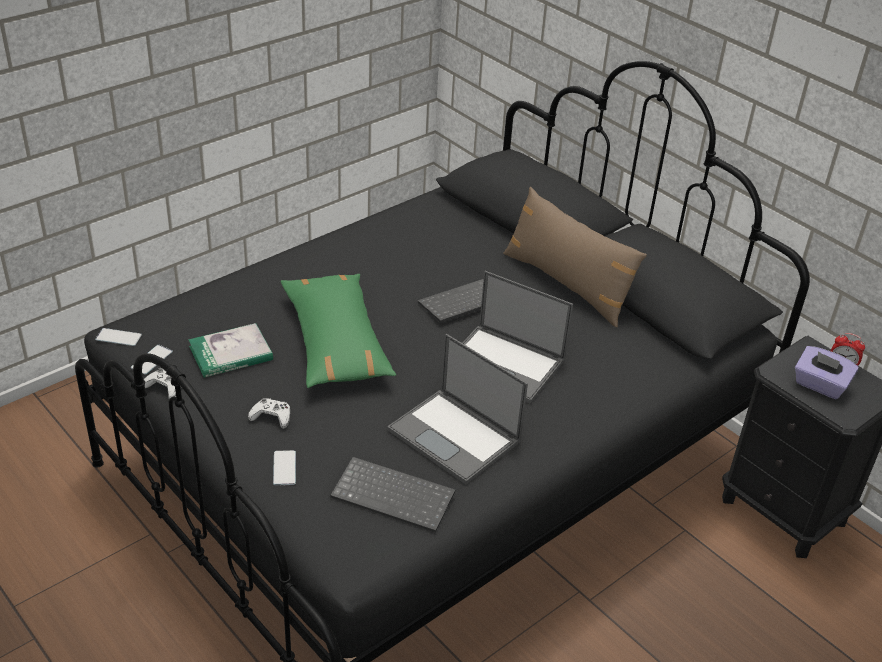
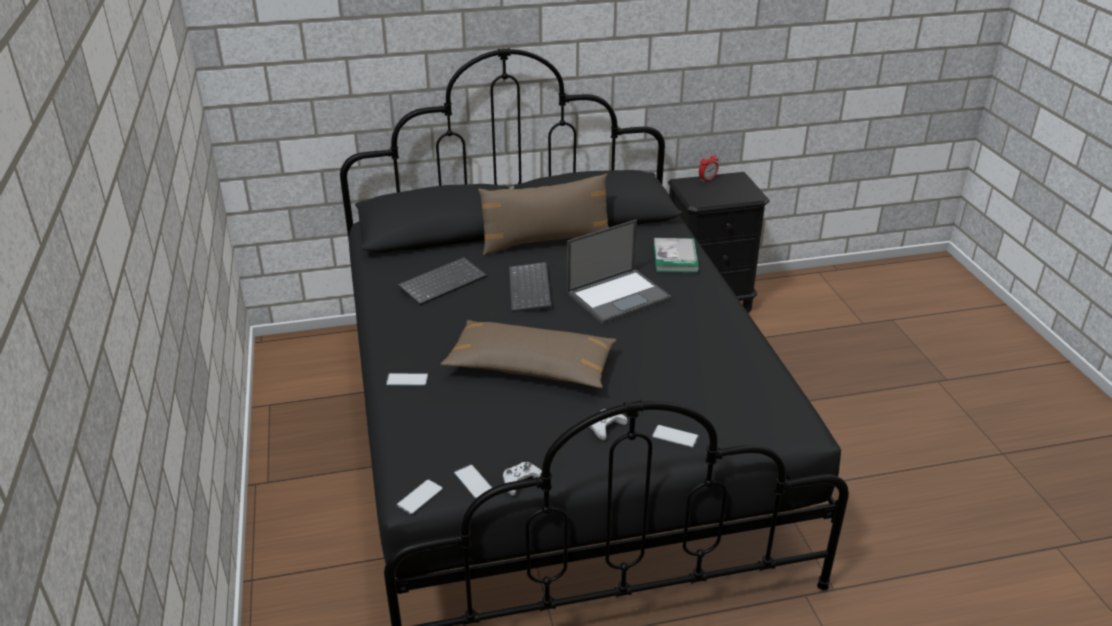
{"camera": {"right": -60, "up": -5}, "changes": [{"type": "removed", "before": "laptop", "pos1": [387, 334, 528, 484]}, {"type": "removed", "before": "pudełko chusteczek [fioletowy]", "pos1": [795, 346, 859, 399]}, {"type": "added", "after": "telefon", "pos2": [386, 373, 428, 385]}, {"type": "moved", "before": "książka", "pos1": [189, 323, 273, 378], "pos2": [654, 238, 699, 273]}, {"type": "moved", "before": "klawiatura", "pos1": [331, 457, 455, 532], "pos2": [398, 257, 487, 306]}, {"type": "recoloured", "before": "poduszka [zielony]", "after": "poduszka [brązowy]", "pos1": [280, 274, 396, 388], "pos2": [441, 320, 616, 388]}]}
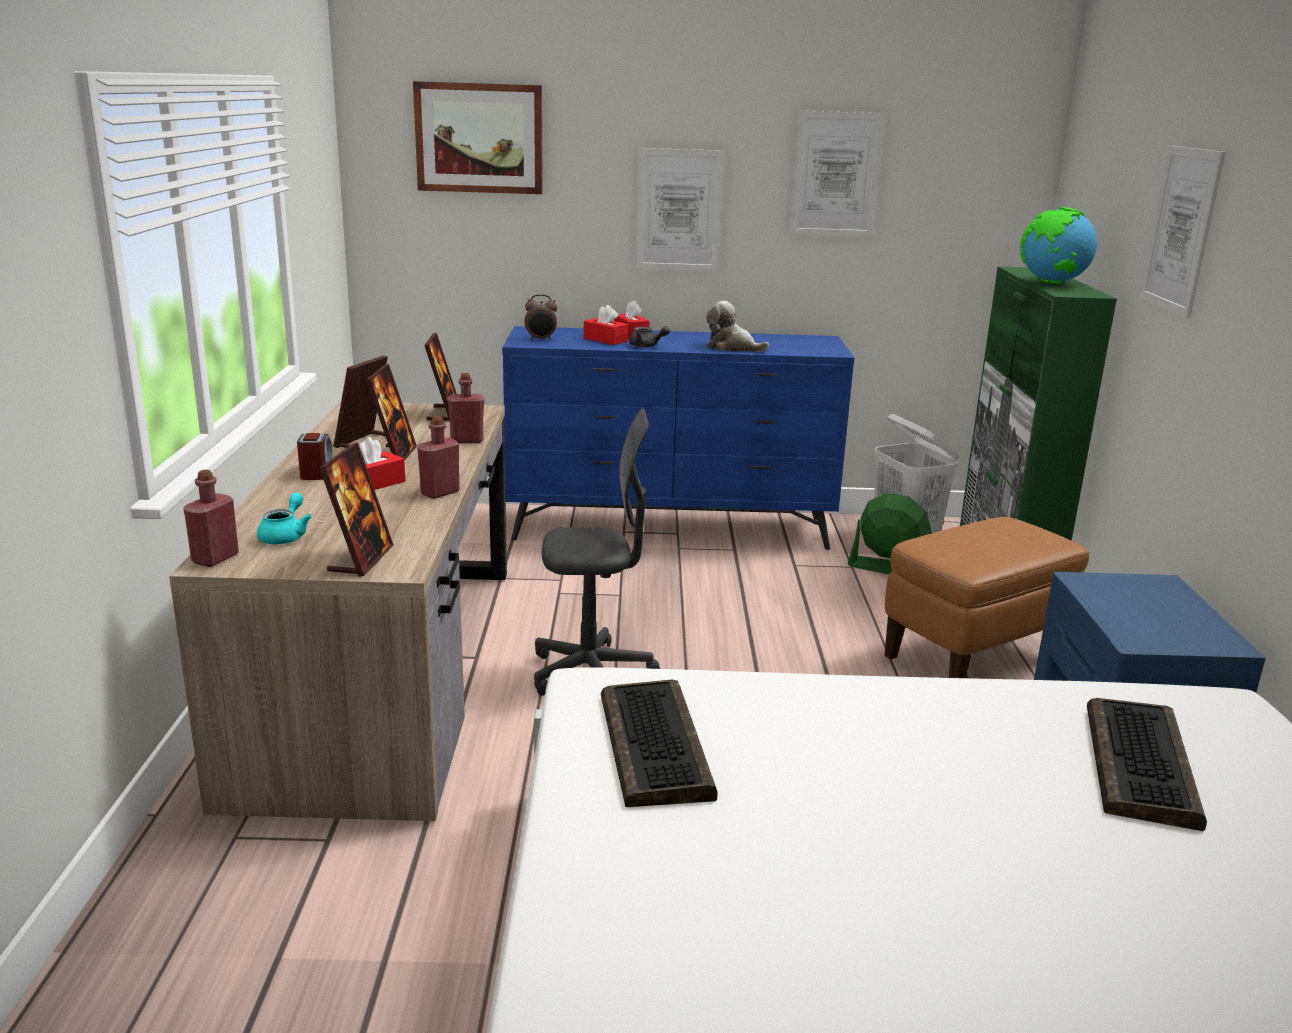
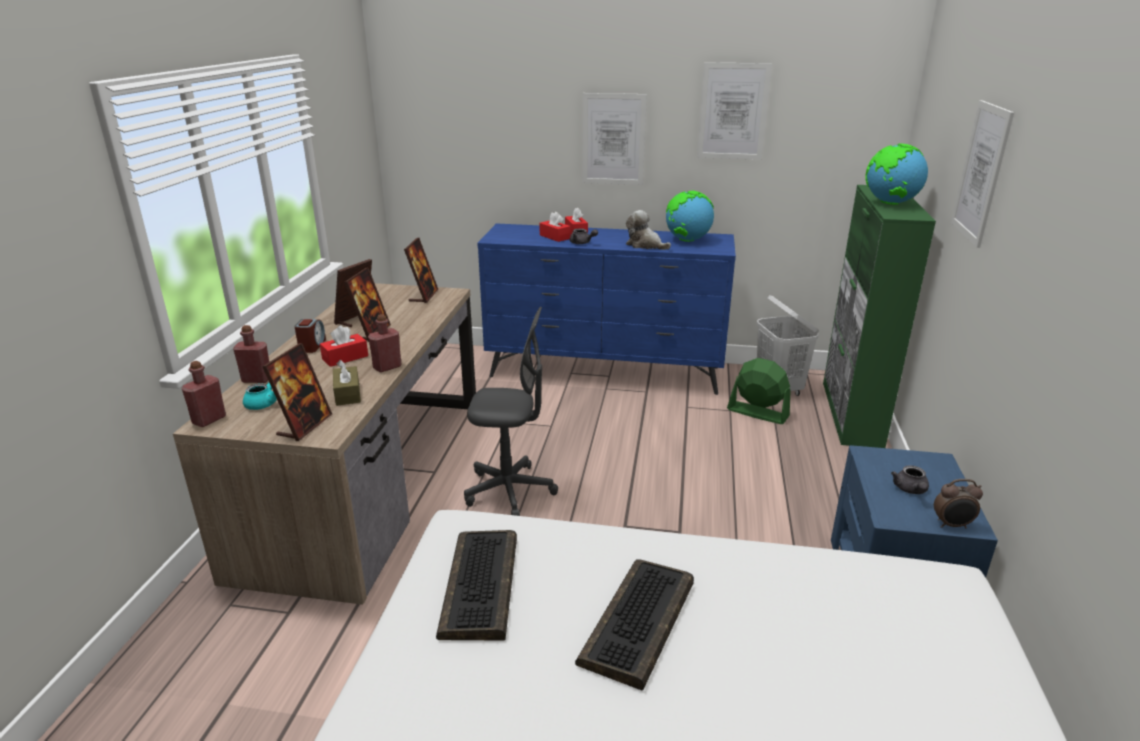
{"camera": {"right": 10, "up": 5}, "changes": [{"type": "removed", "before": "obraz", "pos1": [413, 81, 543, 194]}, {"type": "removed", "before": "pufa [brązowy]", "pos1": [885, 517, 1089, 678]}, {"type": "added", "after": "pudełko chusteczek [brązowy]", "pos2": [333, 360, 361, 406]}, {"type": "added", "after": "globus", "pos2": [666, 191, 714, 242]}, {"type": "added", "after": "imbryk [szary]", "pos2": [891, 465, 929, 494]}, {"type": "moved", "before": "butelka [czerwony]", "pos1": [447, 373, 484, 443], "pos2": [233, 325, 269, 383]}, {"type": "moved", "before": "budzik", "pos1": [524, 294, 557, 341], "pos2": [934, 479, 983, 528]}, {"type": "moved", "before": "klawiatura", "pos1": [1087, 698, 1207, 831], "pos2": [575, 559, 694, 690]}]}
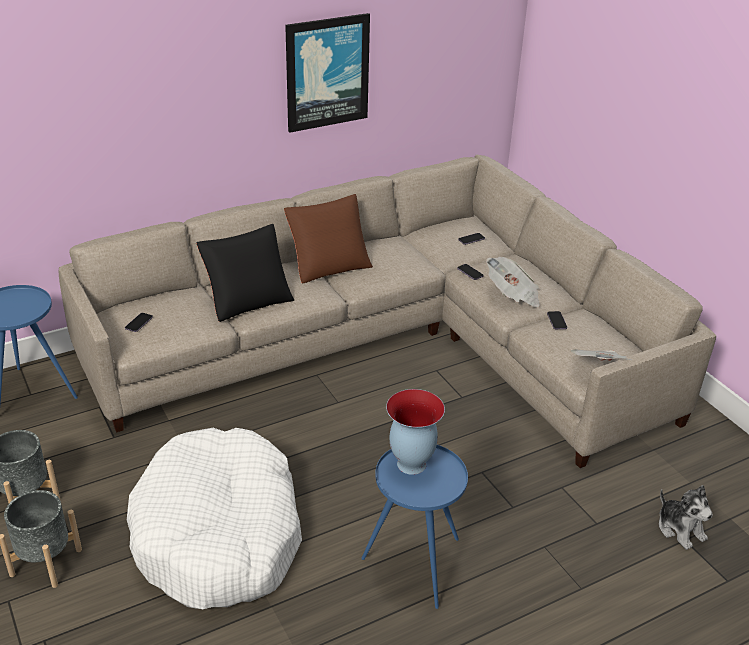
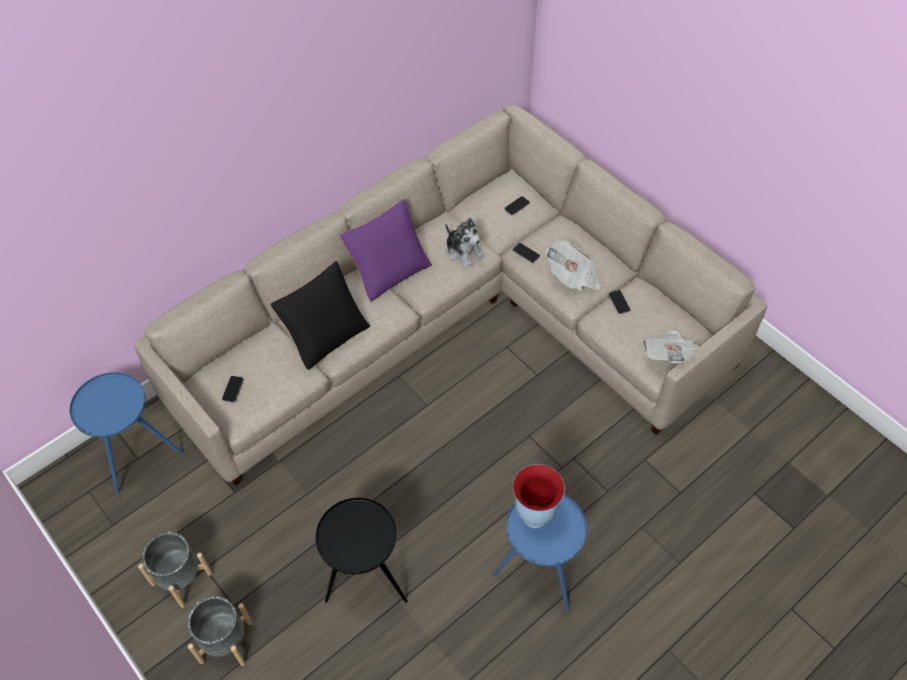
{"camera": {"right": -10, "up": 20}, "changes": [{"type": "removed", "before": "obraz", "pos1": [285, 13, 370, 133]}, {"type": "moved", "before": "pluszak", "pos1": [659, 485, 713, 550], "pos2": [445, 218, 485, 268]}, {"type": "replaced", "before": "legowisko [biały]", "after": "stolik [czarny]", "pos1": [127, 428, 302, 609], "pos2": [316, 498, 408, 603]}, {"type": "recoloured", "before": "poduszka [brązowy]", "after": "poduszka [fioletowy]", "pos1": [284, 194, 373, 284], "pos2": [340, 199, 432, 302]}]}
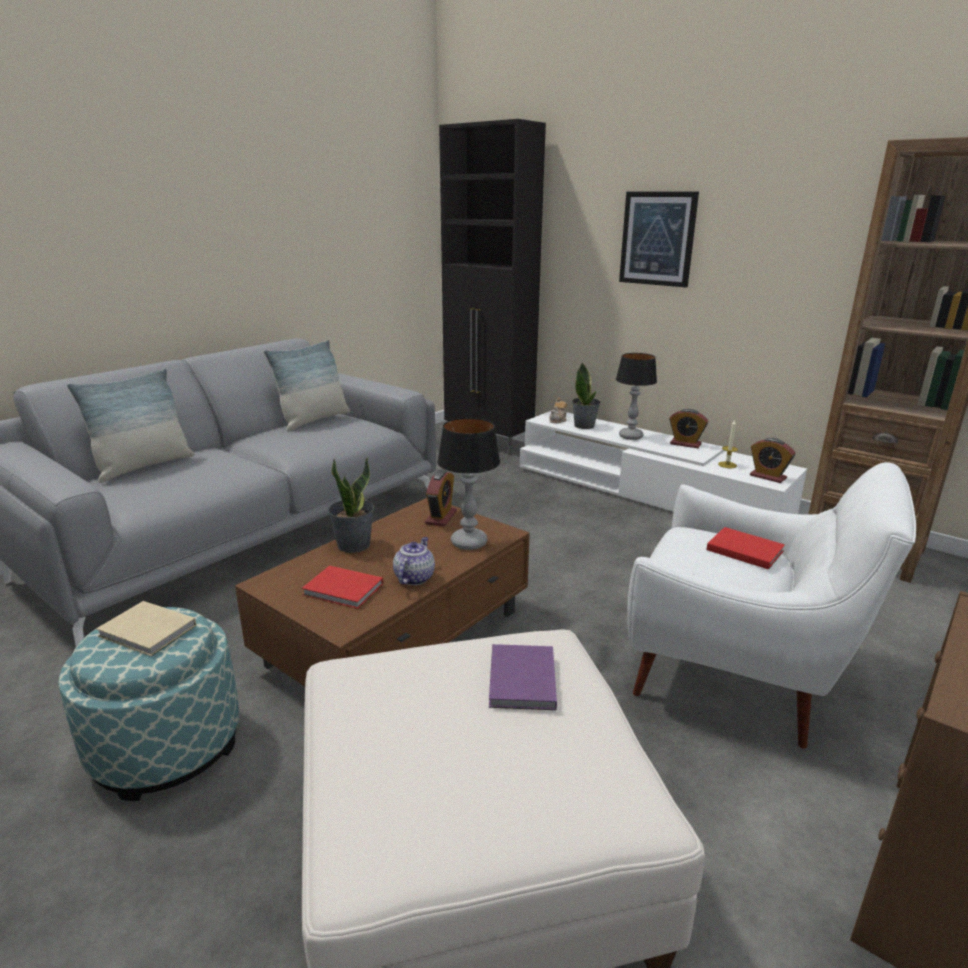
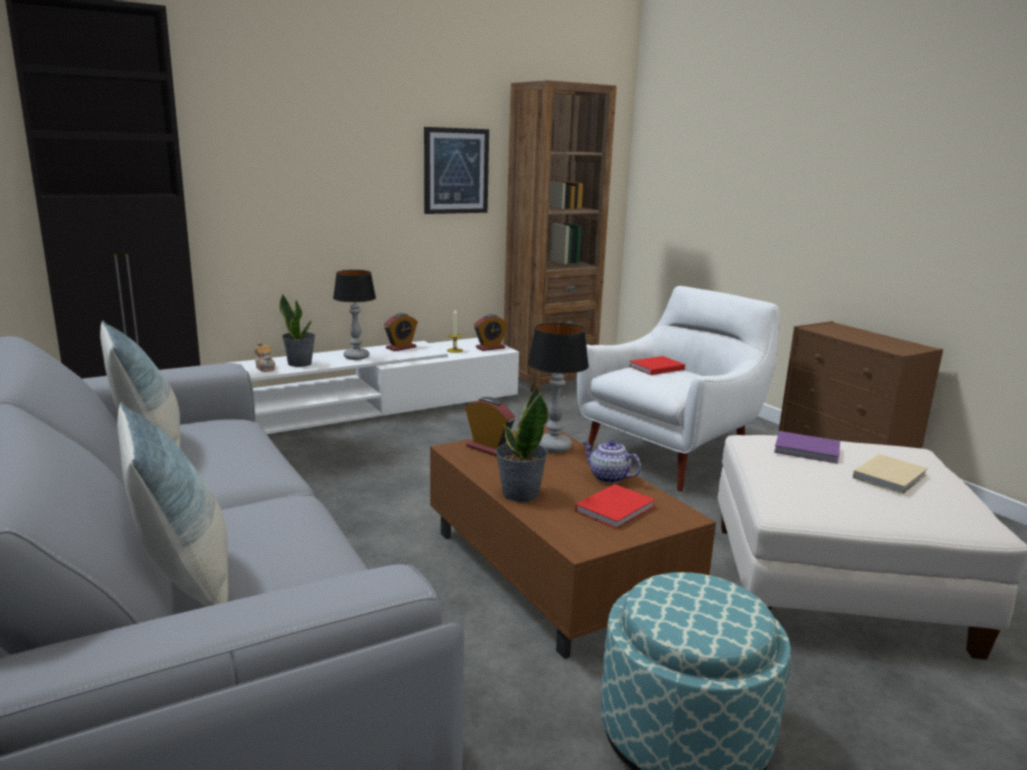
{"camera": {"right": -70, "up": -5}, "changes": [{"type": "moved", "before": "książka [beżowy]", "pos1": [96, 601, 196, 656], "pos2": [853, 454, 928, 494]}, {"type": "moved", "before": "obraz", "pos1": [619, 191, 699, 287], "pos2": [424, 127, 489, 214]}]}
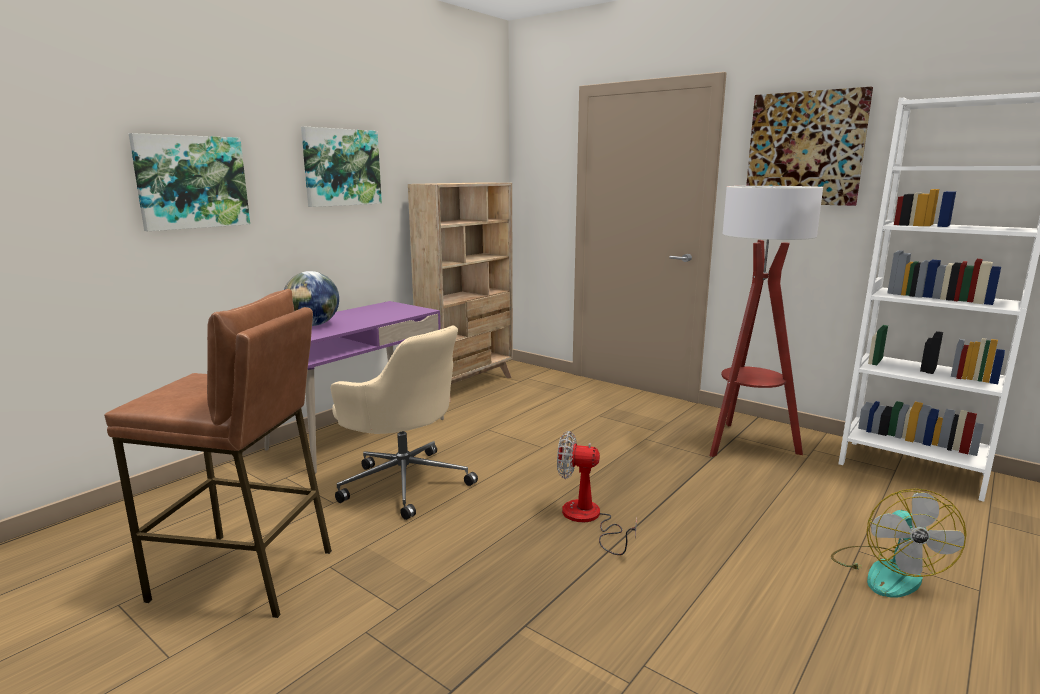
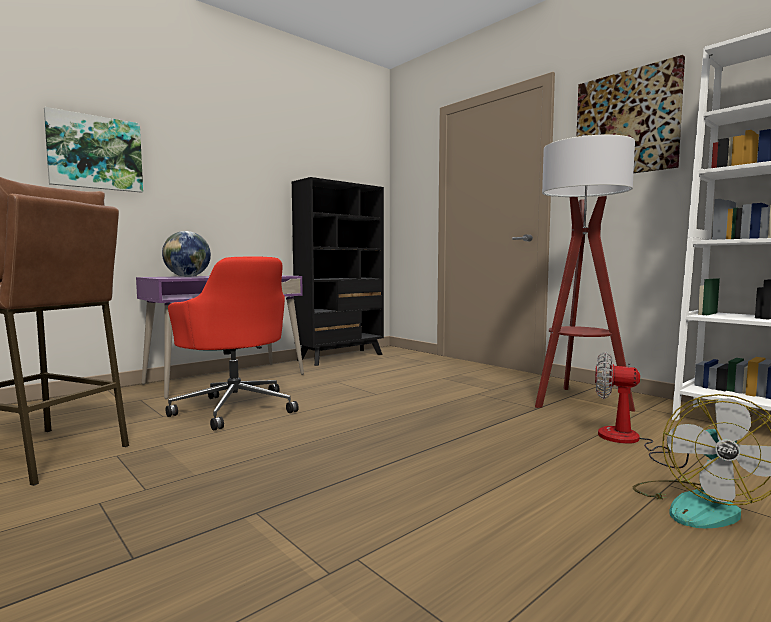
{"camera": {"right": 10, "up": -10}, "changes": [{"type": "removed", "before": "obraz", "pos1": [301, 127, 382, 207]}, {"type": "moved", "before": "wentylator", "pos1": [557, 431, 637, 555], "pos2": [595, 352, 700, 468]}, {"type": "recoloured", "before": "krzesło biurowe [beżowy]", "after": "krzesło biurowe [czerwony]", "pos1": [331, 326, 478, 520], "pos2": [166, 256, 299, 431]}, {"type": "recoloured", "before": "regał [beżowy]", "after": "regał [czarny]", "pos1": [408, 182, 513, 402], "pos2": [292, 177, 384, 366]}]}
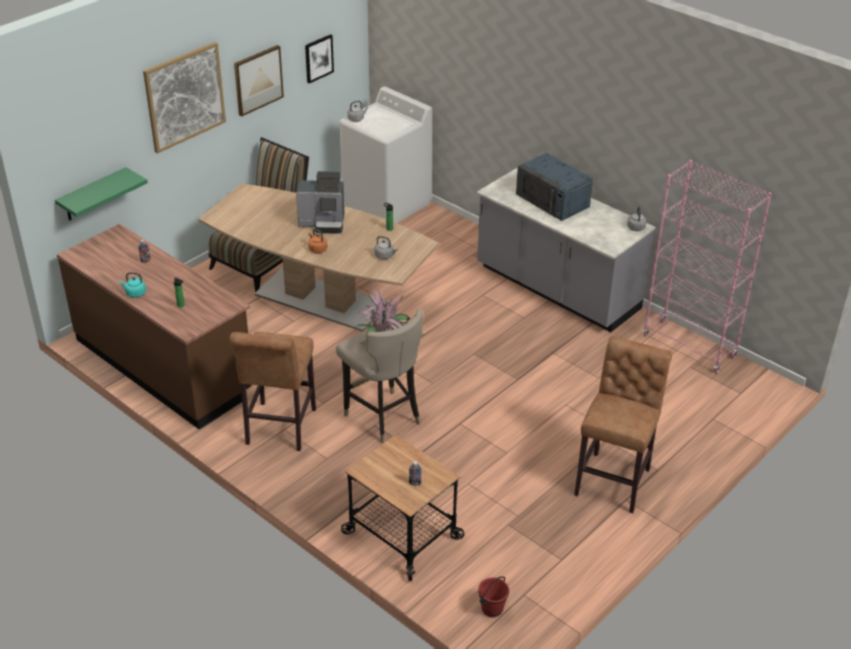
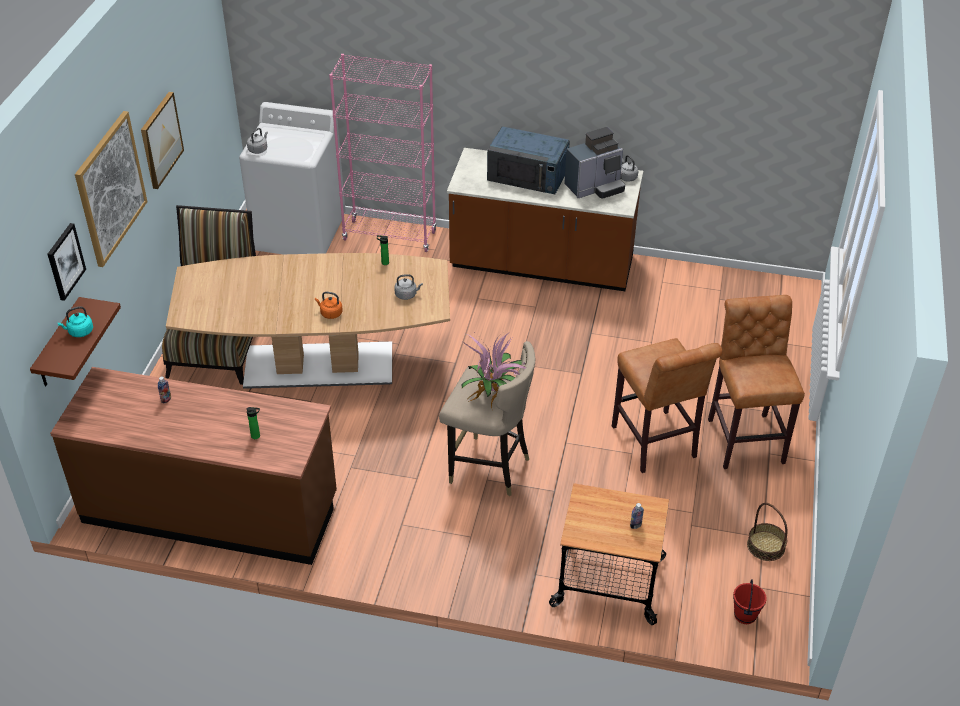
{"camera": {"right": -30, "up": 5}, "changes": [{"type": "added", "after": "koszyk", "pos2": [747, 503, 787, 561]}, {"type": "moved", "before": "czajnik [turkusowy]", "pos1": [119, 272, 146, 298], "pos2": [58, 306, 93, 337]}, {"type": "moved", "before": "stołek [brązowy]", "pos1": [230, 332, 316, 451], "pos2": [612, 338, 723, 473]}, {"type": "moved", "before": "ekspres do kawy", "pos1": [296, 171, 344, 233], "pos2": [564, 127, 625, 198]}, {"type": "moved", "before": "obraz", "pos1": [305, 34, 334, 83], "pos2": [48, 223, 86, 301]}, {"type": "moved", "before": "regał [różowy]", "pos1": [643, 160, 772, 373], "pos2": [329, 54, 437, 252]}, {"type": "recoloured", "before": "półka [zielony]", "after": "półka [brązowy]", "pos1": [55, 167, 148, 221], "pos2": [30, 297, 121, 386]}, {"type": "recoloured", "before": "zabudowa kuchenna [szary]", "after": "zabudowa kuchenna [brązowy]", "pos1": [477, 167, 656, 332], "pos2": [447, 148, 643, 291]}]}
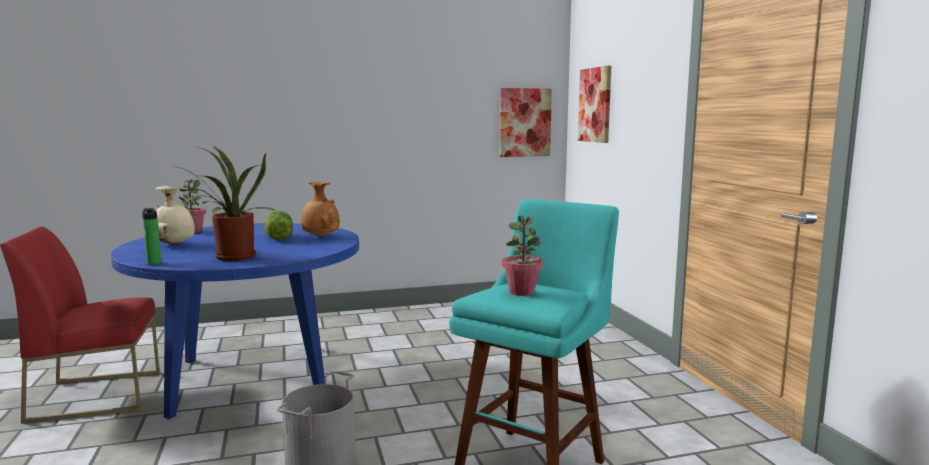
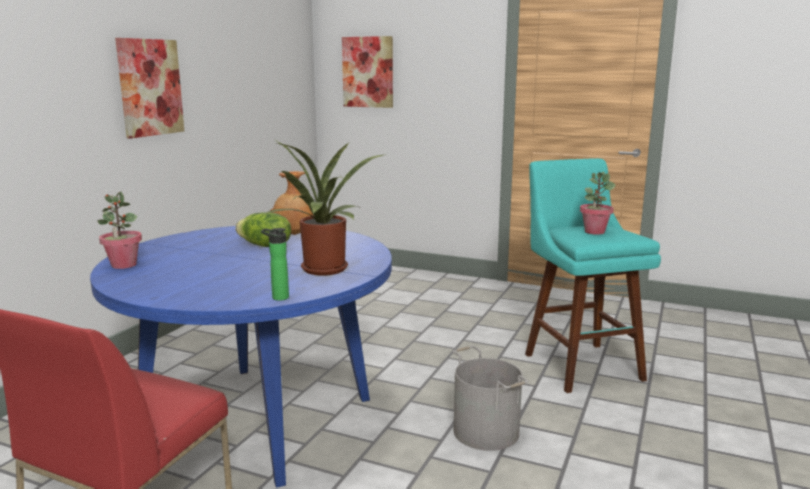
{"camera": {"right": -50, "up": 5}, "changes": [{"type": "removed", "before": "wazon [beżowy]", "pos1": [156, 186, 195, 245]}, {"type": "moved", "before": "obraz", "pos1": [499, 88, 552, 157], "pos2": [115, 38, 184, 139]}]}
